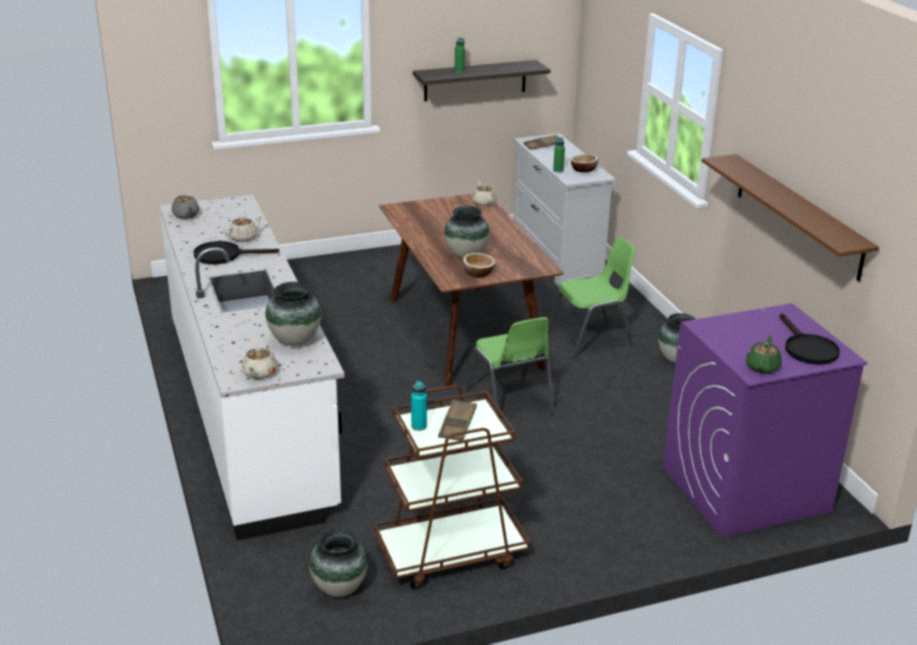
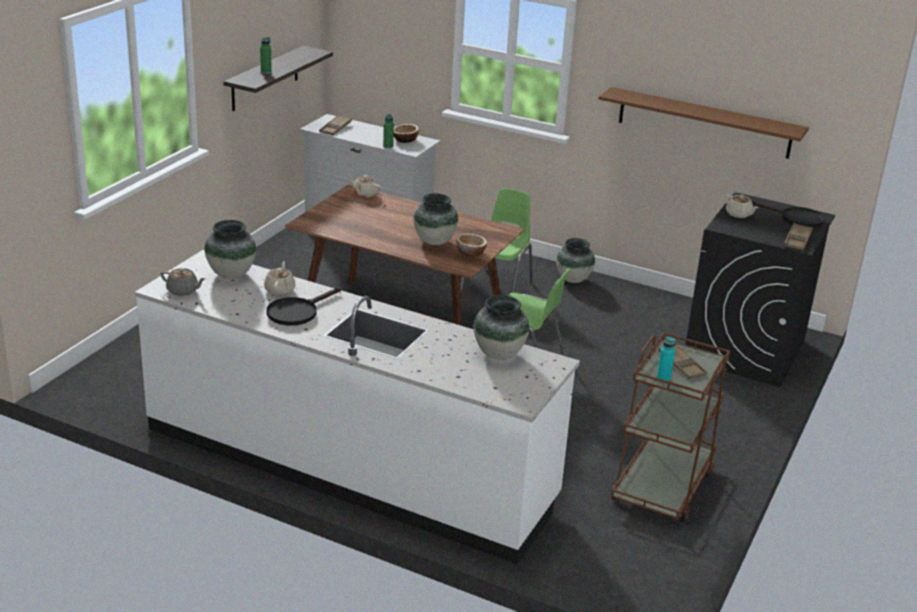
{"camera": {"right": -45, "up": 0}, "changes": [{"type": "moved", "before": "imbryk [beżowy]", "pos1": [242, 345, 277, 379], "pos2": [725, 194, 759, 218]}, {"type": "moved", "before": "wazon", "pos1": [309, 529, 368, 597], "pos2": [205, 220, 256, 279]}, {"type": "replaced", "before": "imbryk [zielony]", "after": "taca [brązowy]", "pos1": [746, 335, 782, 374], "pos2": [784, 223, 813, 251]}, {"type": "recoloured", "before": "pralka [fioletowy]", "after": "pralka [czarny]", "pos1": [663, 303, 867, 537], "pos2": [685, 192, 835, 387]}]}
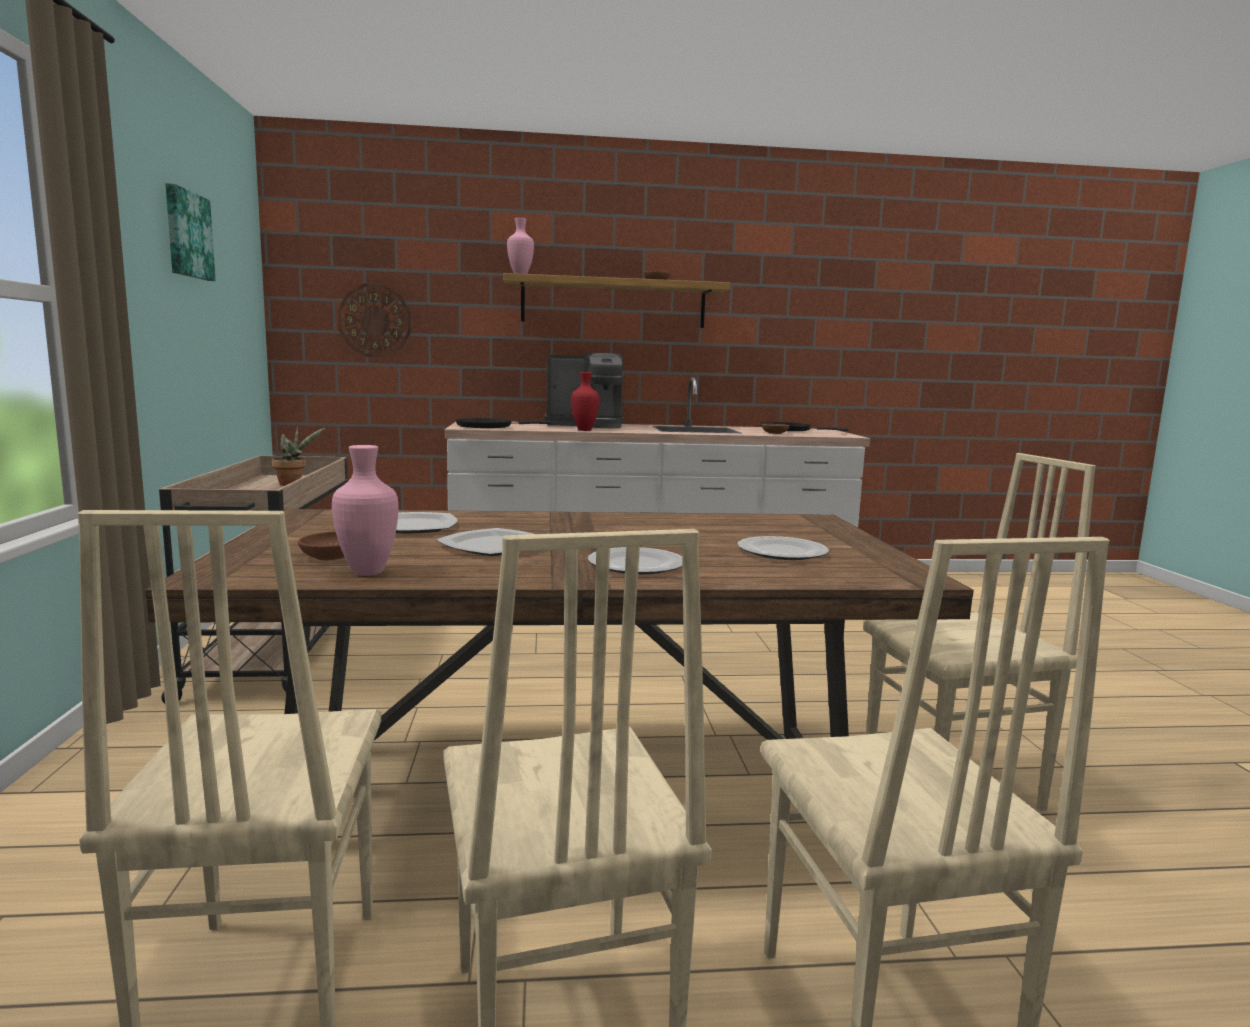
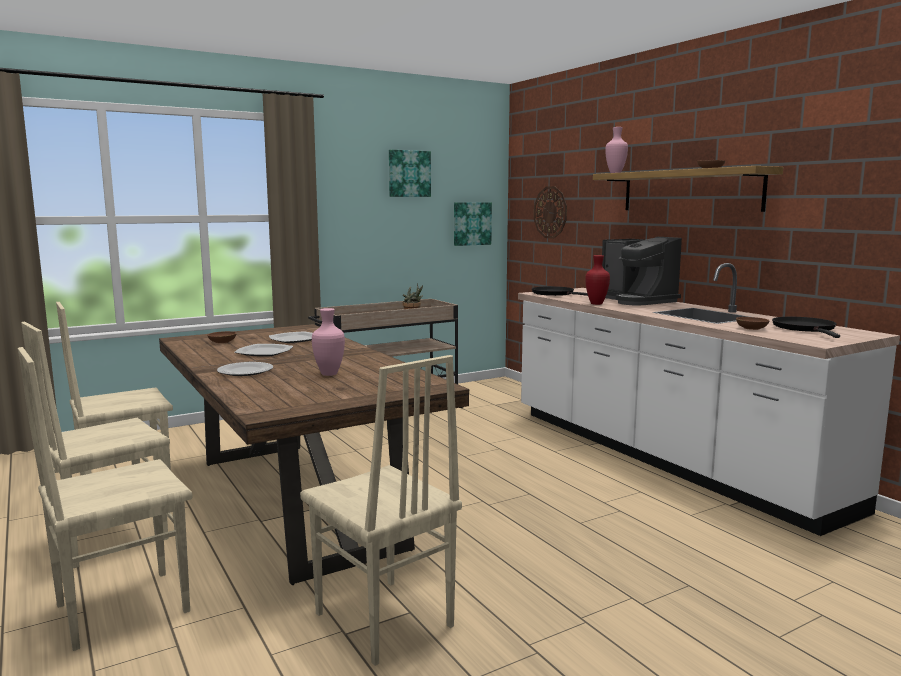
{"camera": {"right": 65, "up": 0}, "changes": [{"type": "removed", "before": "talerz", "pos1": [737, 536, 829, 560]}, {"type": "added", "after": "obraz", "pos2": [454, 202, 492, 246]}, {"type": "moved", "before": "wazon [różowy]", "pos1": [332, 445, 399, 576], "pos2": [312, 308, 345, 376]}]}
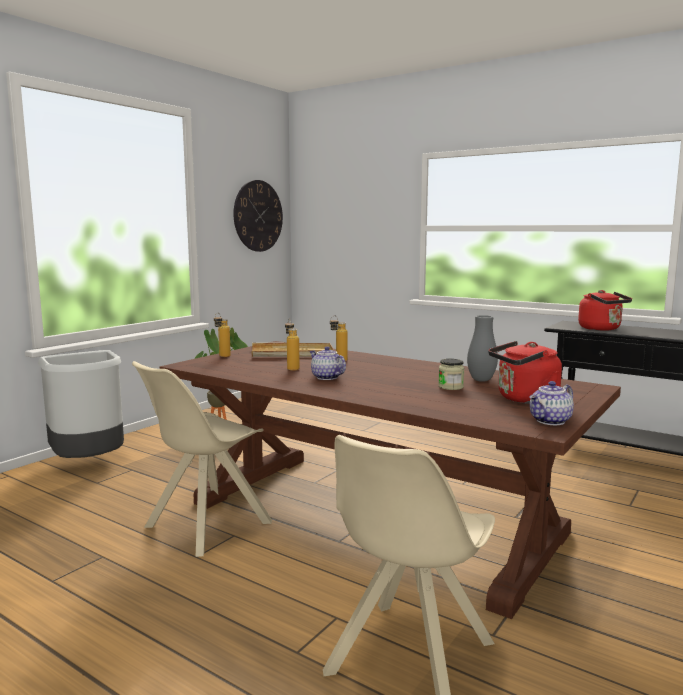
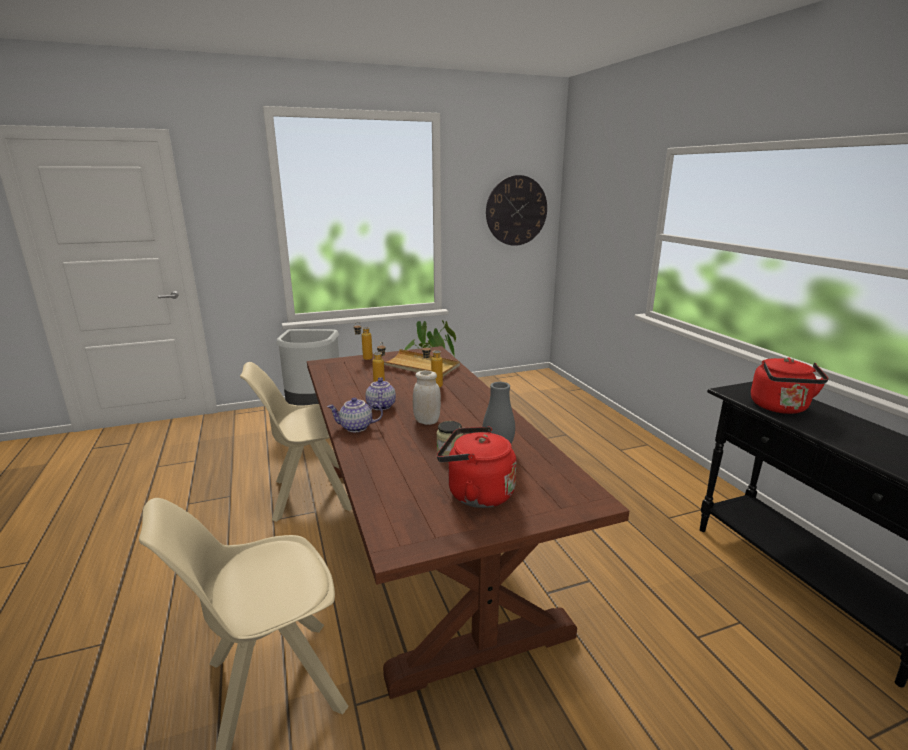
{"camera": {"right": 35, "up": 10}, "changes": [{"type": "added", "after": "słoik [biały]", "pos2": [413, 371, 441, 425]}, {"type": "moved", "before": "imbryk", "pos1": [529, 381, 574, 425], "pos2": [327, 397, 383, 432]}]}
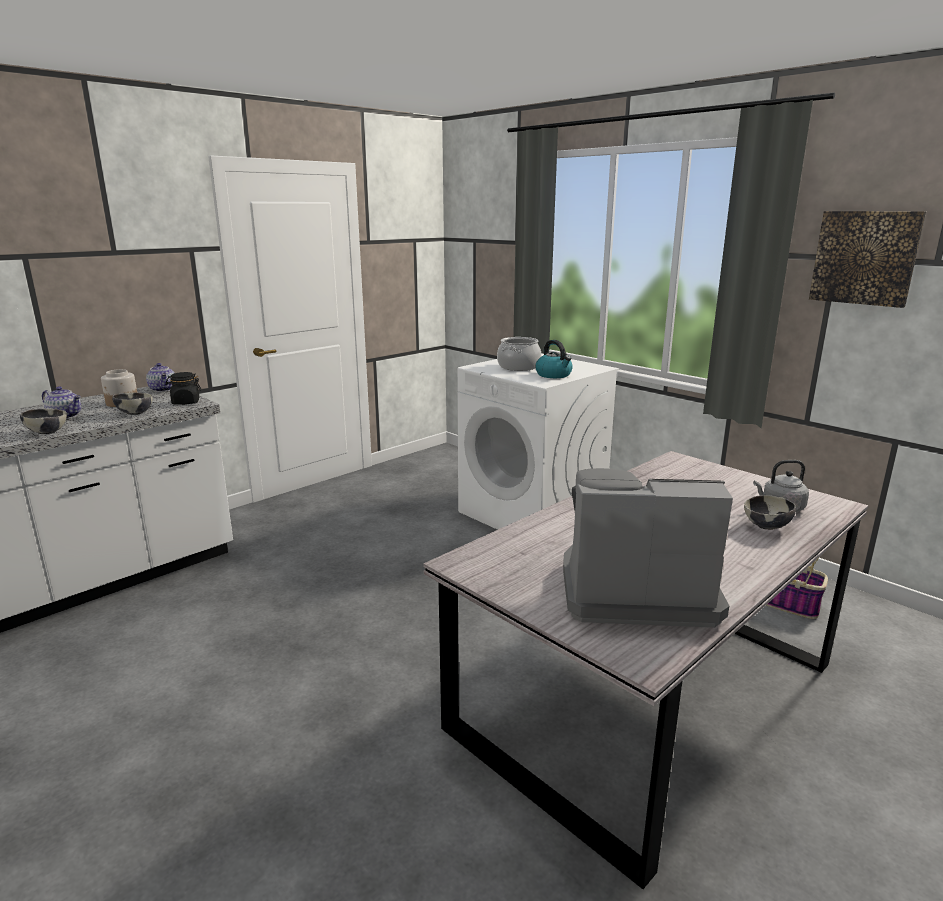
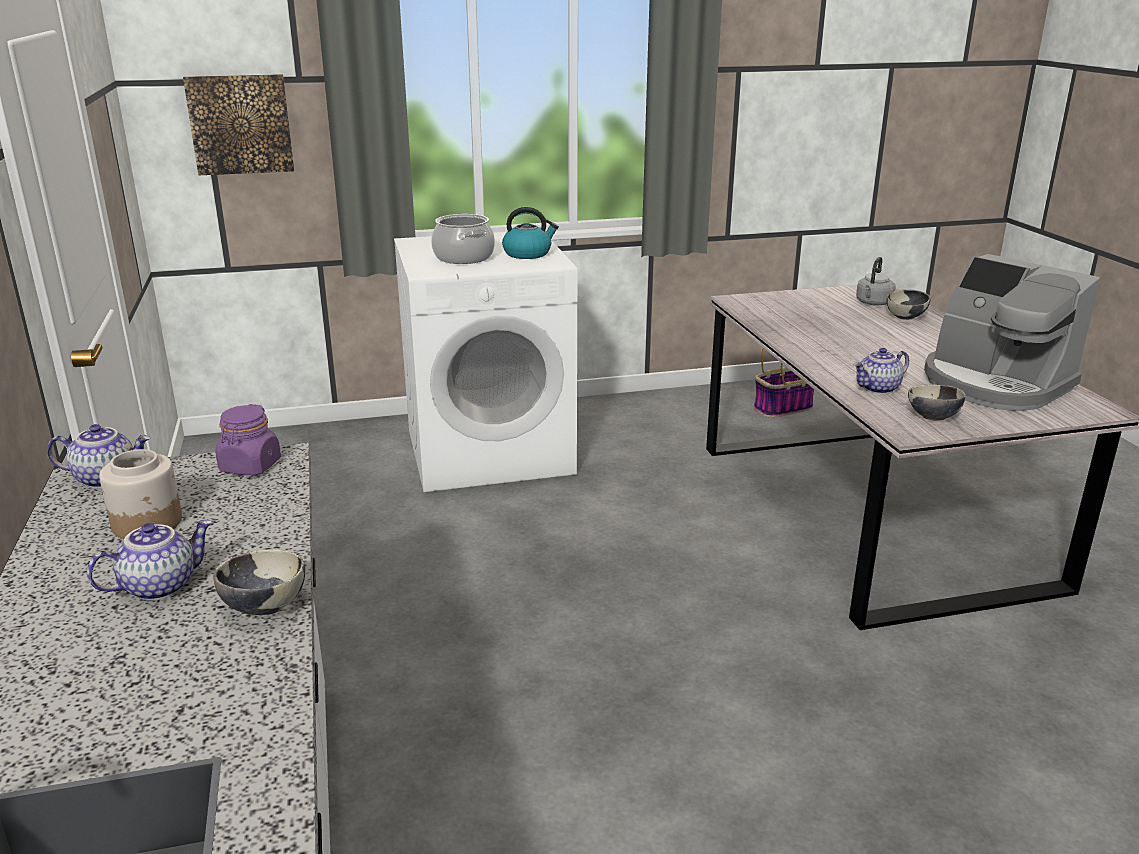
{"camera": {"right": -60, "up": 5}, "changes": [{"type": "added", "after": "imbryk", "pos2": [854, 348, 909, 394]}, {"type": "moved", "before": "miska", "pos1": [112, 392, 153, 415], "pos2": [908, 384, 965, 421]}, {"type": "moved", "before": "obraz", "pos1": [809, 211, 926, 308], "pos2": [183, 74, 294, 175]}, {"type": "recoloured", "before": "słoik [czarny]", "after": "słoik [fioletowy]", "pos1": [165, 372, 202, 405], "pos2": [215, 404, 281, 475]}, {"type": "turned", "before": "ekspres do kawy", "pos1": [563, 468, 733, 628], "pos2": [924, 254, 1100, 411], "turn": -75}]}
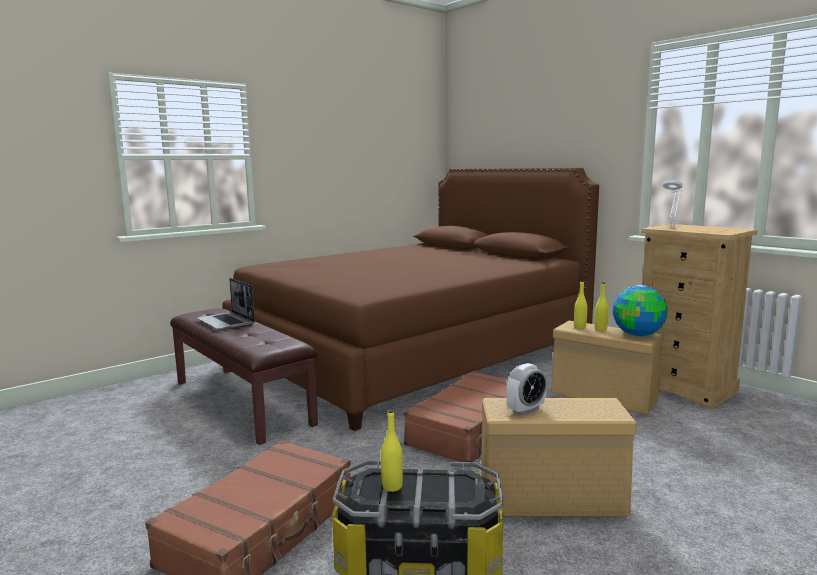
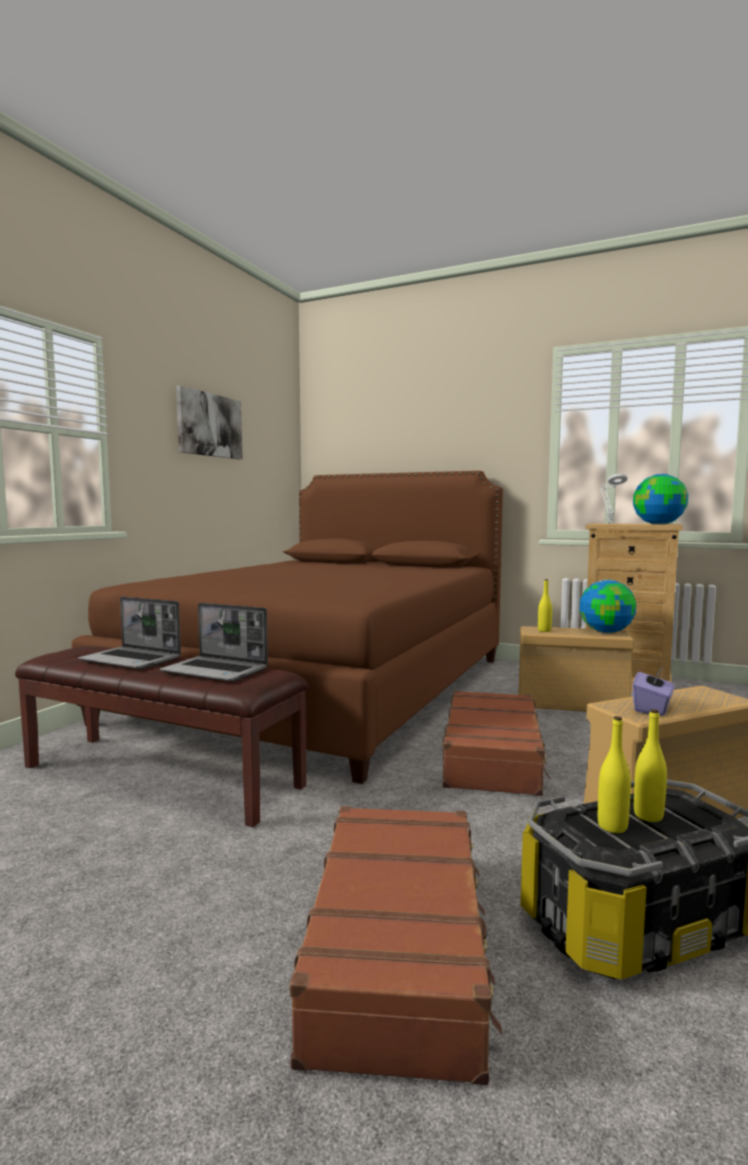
{"camera": {"right": -25, "up": -5}, "changes": [{"type": "added", "after": "laptop", "pos2": [160, 603, 268, 681]}, {"type": "added", "after": "obraz", "pos2": [176, 385, 243, 459]}, {"type": "added", "after": "globus", "pos2": [633, 474, 688, 525]}, {"type": "moved", "before": "butelka [żółty]", "pos1": [595, 282, 609, 331], "pos2": [634, 709, 667, 822]}, {"type": "replaced", "before": "budzik", "after": "pudełko chusteczek [fioletowy]", "pos1": [506, 363, 547, 415], "pos2": [633, 666, 674, 716]}]}
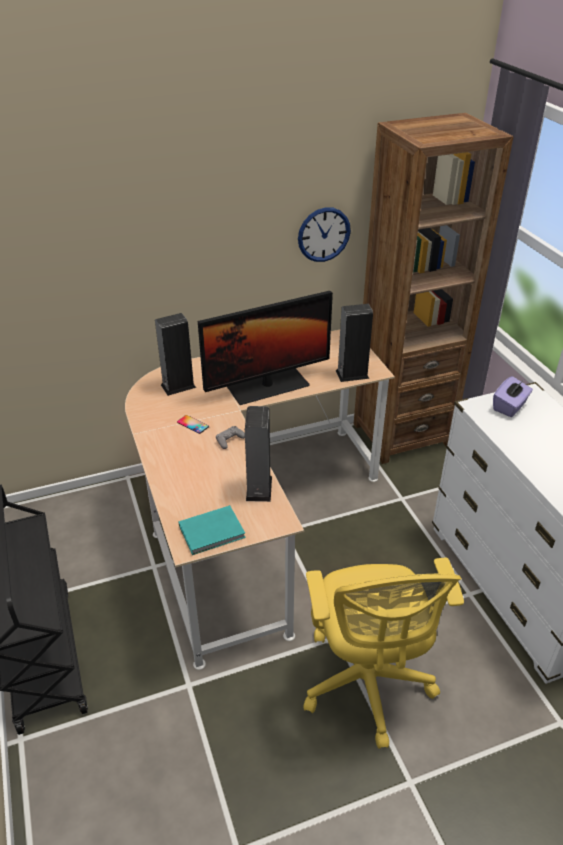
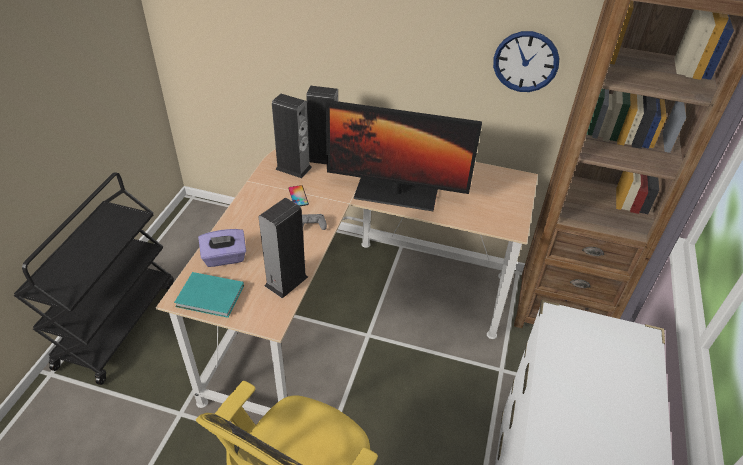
{"camera": {"right": 35, "up": 5}, "changes": [{"type": "moved", "before": "głośnik", "pos1": [336, 304, 373, 382], "pos2": [272, 94, 312, 178]}, {"type": "moved", "before": "pudełko chusteczek [fioletowy]", "pos1": [493, 376, 533, 417], "pos2": [198, 229, 246, 267]}]}
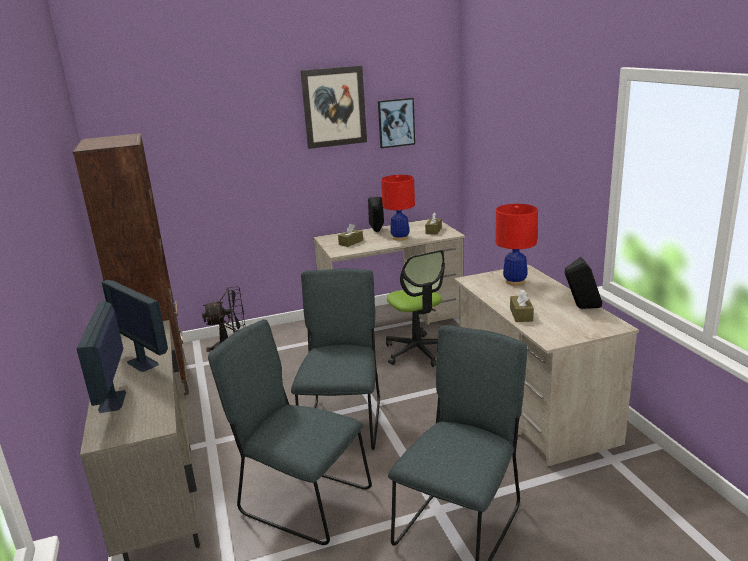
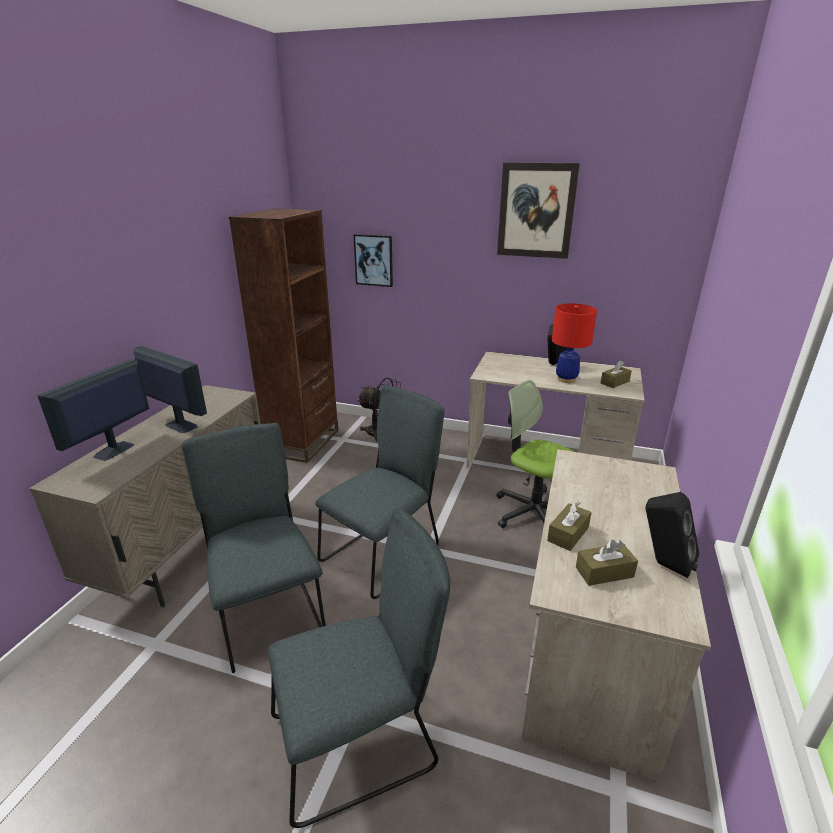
{"camera": {"right": 35, "up": 5}, "changes": [{"type": "removed", "before": "lampa stołowa [czerwony]", "pos1": [495, 204, 538, 286]}, {"type": "moved", "before": "pudełko chusteczek [brązowy]", "pos1": [338, 224, 363, 247], "pos2": [576, 540, 638, 586]}, {"type": "moved", "before": "obraz", "pos1": [378, 98, 415, 148], "pos2": [354, 234, 393, 287]}, {"type": "turned", "before": "monitor", "pos1": [102, 280, 168, 372], "pos2": [133, 346, 207, 433], "turn": 135}, {"type": "turned", "before": "krzesło biurowe", "pos1": [386, 250, 445, 367], "pos2": [497, 380, 574, 528], "turn": 120}]}
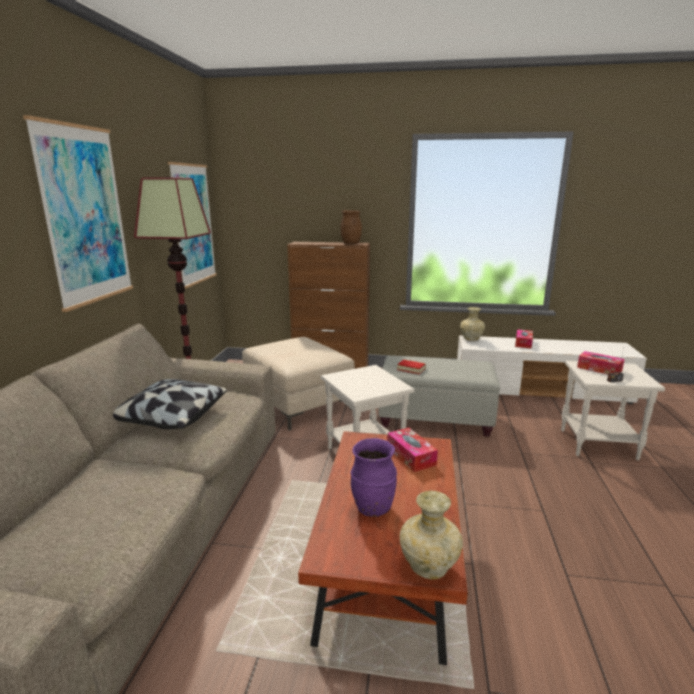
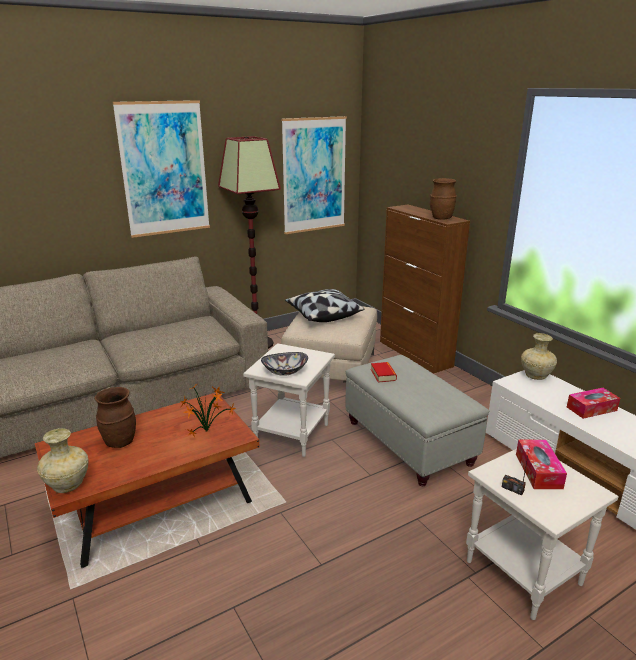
{"camera": {"right": 50, "up": 5}, "changes": [{"type": "added", "after": "miska", "pos2": [261, 352, 308, 376]}, {"type": "moved", "before": "poduszka", "pos1": [113, 379, 227, 429], "pos2": [285, 289, 364, 322]}, {"type": "replaced", "before": "pudełko chusteczek", "after": "roślina doniczkowa", "pos1": [387, 428, 438, 472], "pos2": [180, 386, 236, 437]}, {"type": "recoloured", "before": "wazon [fioletowy]", "after": "wazon [brązowy]", "pos1": [350, 438, 397, 517], "pos2": [95, 387, 136, 448]}]}
